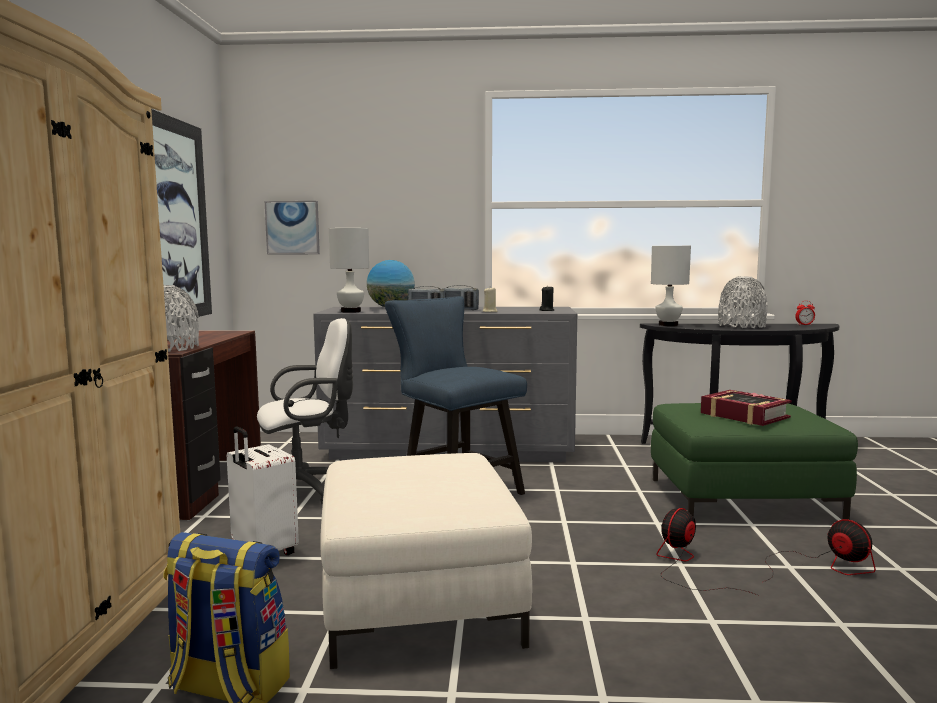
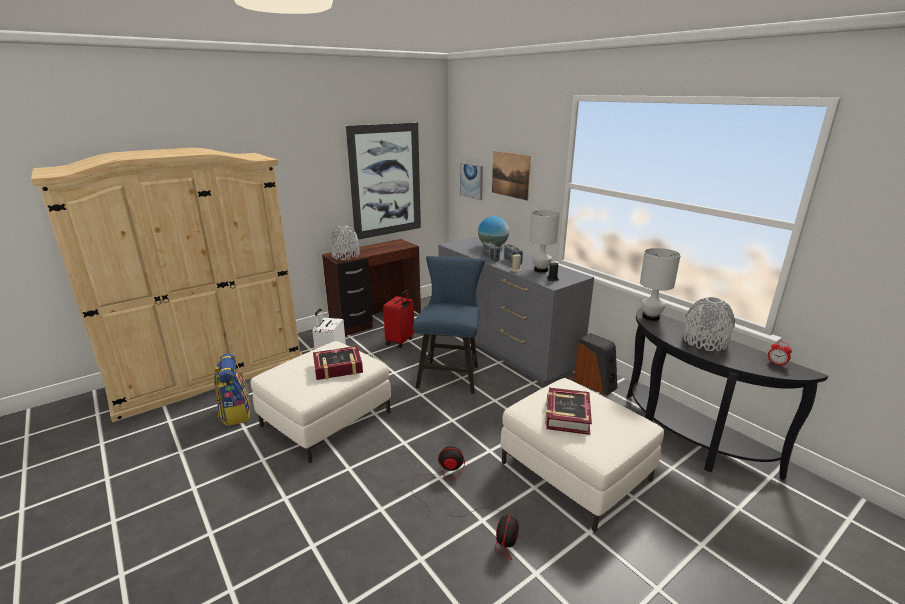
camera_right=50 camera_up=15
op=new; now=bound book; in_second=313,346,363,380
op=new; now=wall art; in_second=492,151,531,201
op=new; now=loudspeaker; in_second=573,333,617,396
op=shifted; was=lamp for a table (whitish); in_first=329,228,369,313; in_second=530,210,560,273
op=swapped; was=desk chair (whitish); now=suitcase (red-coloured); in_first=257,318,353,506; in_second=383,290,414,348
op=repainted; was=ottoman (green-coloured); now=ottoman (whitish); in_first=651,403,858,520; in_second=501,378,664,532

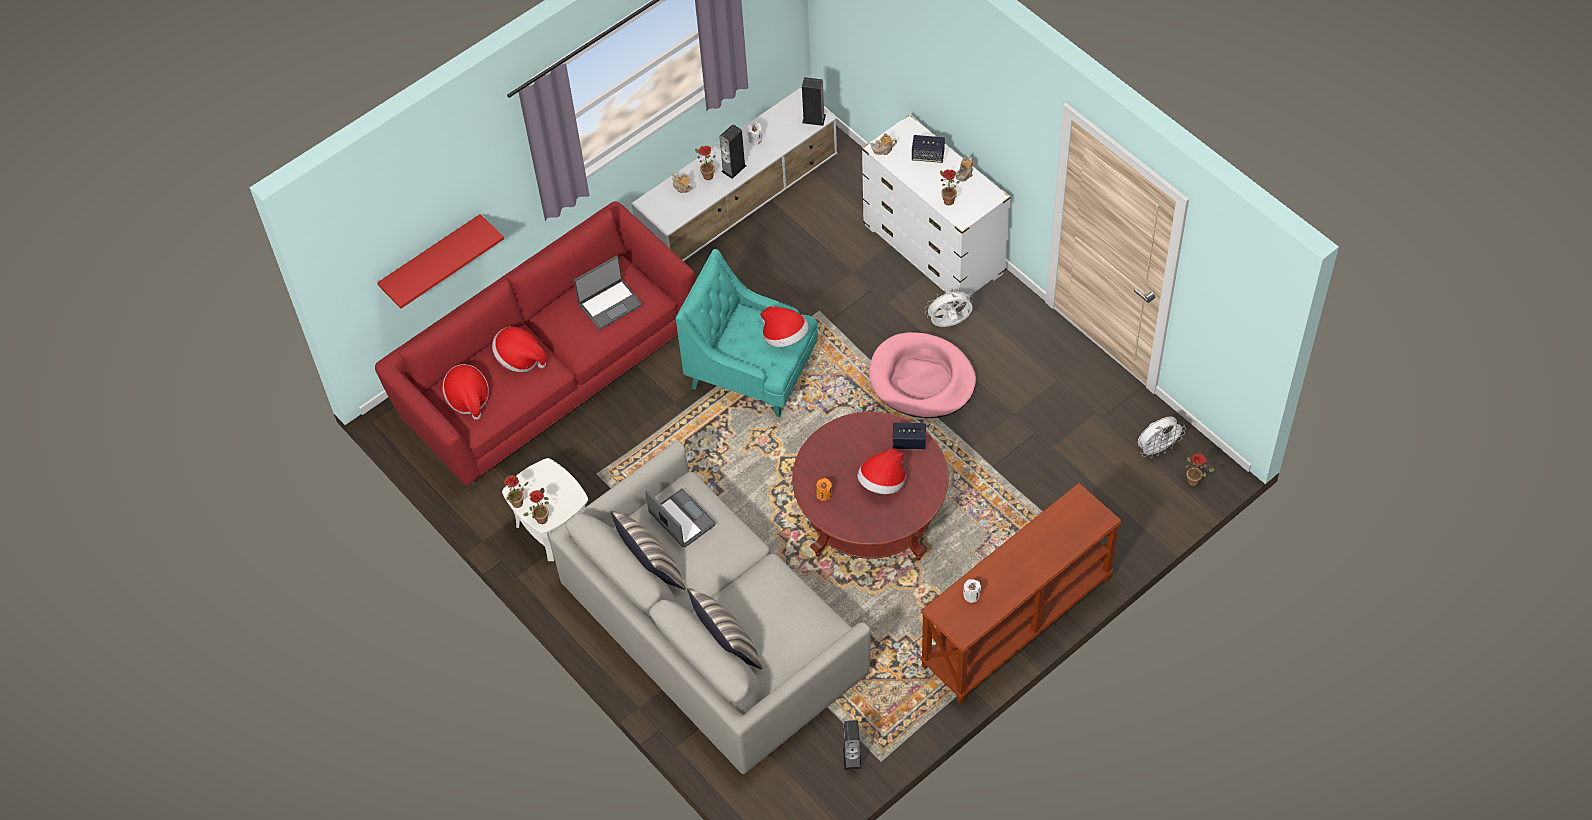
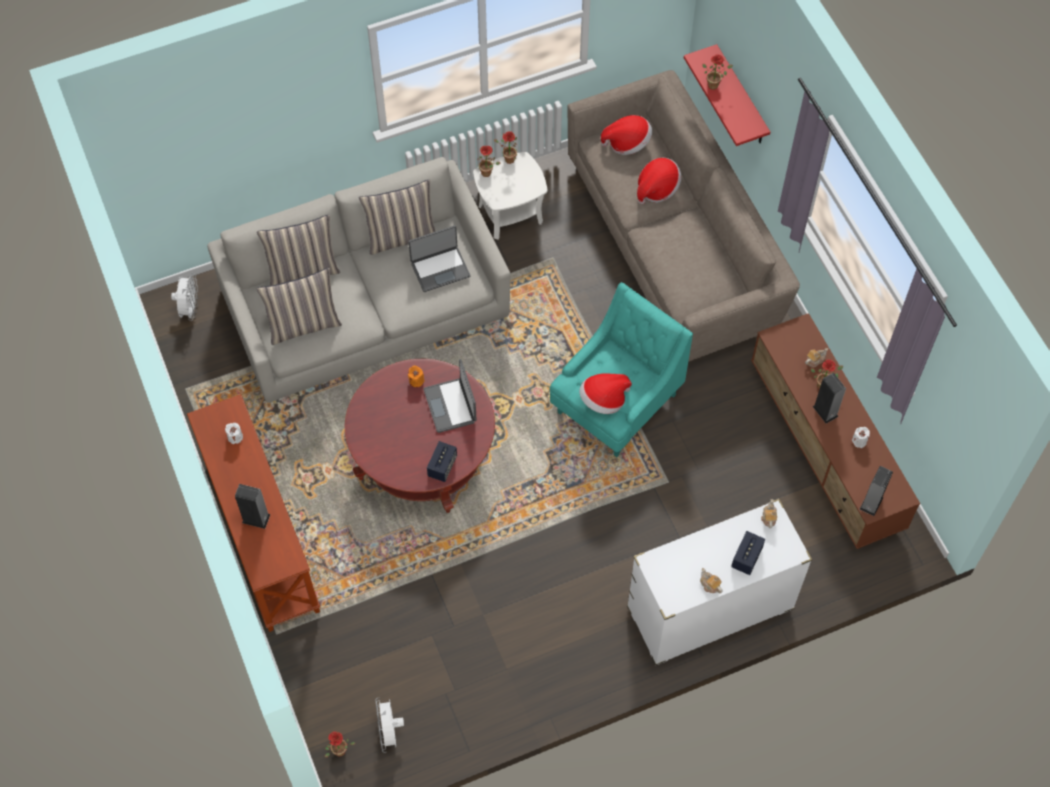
camera_right=105 camera_up=5
op=gone; was=wearable hat; in_first=857,449,905,494
op=gone; was=pet bed (pink-coloured); in_first=869,332,976,418
op=new; now=throw pillow; in_second=256,268,342,345
op=shifted; was=notebook computer; in_first=574,256,643,330; in_second=424,359,477,433
op=shifted; was=loudspeaker; in_first=843,720,862,770; in_second=235,484,271,529
op=shifted; was=cooling fan (whitish); in_first=925,288,973,327; in_second=171,273,198,321
op=shifted; was=potted plant; in_first=940,169,960,205; in_second=702,54,733,90
op=repainted; was=sofa (red-coloured); now=sofa (beige-coloured); in_first=375,201,695,486; in_second=567,70,800,362
op=repainted; was=media console (whitish); now=media console (brownish); in_first=631,88,837,261; in_second=751,313,920,549

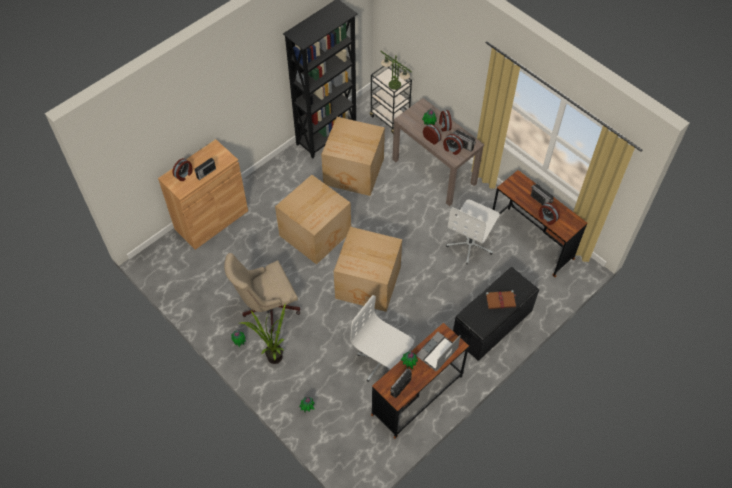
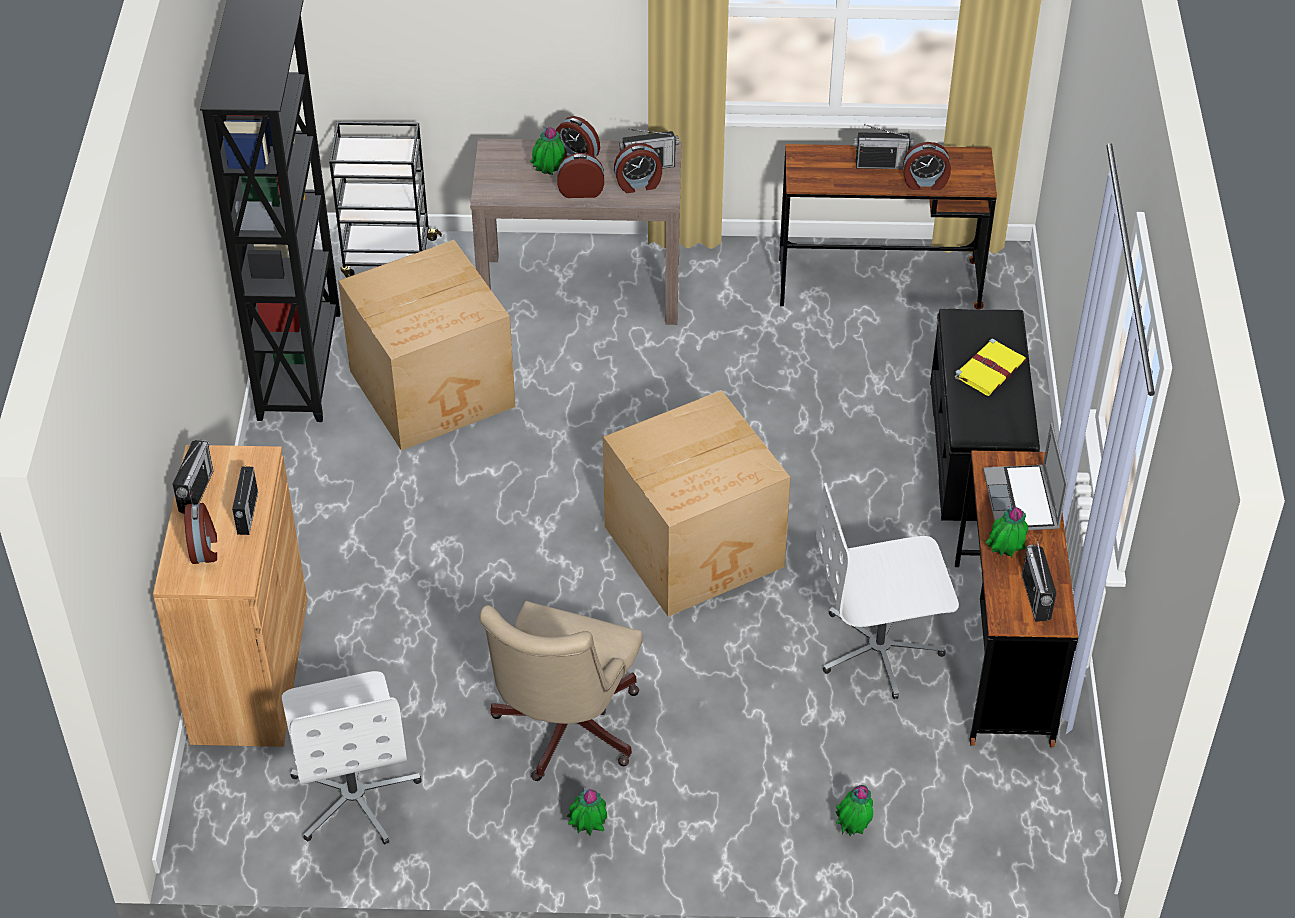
camera_right=-45 camera_up=-10
op=gone; was=potted plant; in_first=238,302,286,364
op=gone; was=packing box; in_first=275,175,351,264
op=gone; was=lamp for a table; in_first=380,51,411,90
op=new; now=radio receiver; in_second=172,439,213,514
op=shifted; was=desk chair (whitish); in_first=446,200,500,264; in_second=282,671,422,844
op=repainted; was=bound book (brownish); now=bound book (yellow); in_first=486,290,516,309; in_second=955,338,1026,396

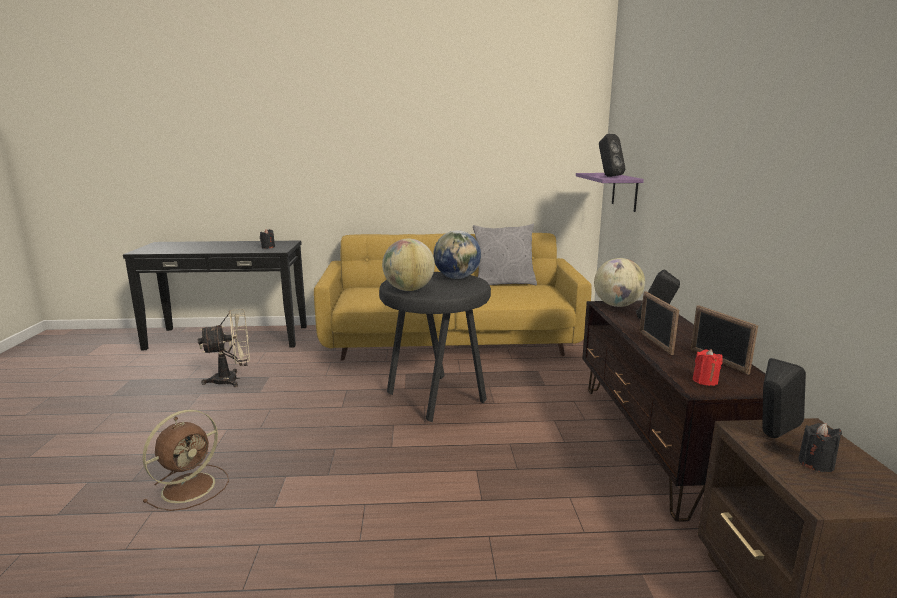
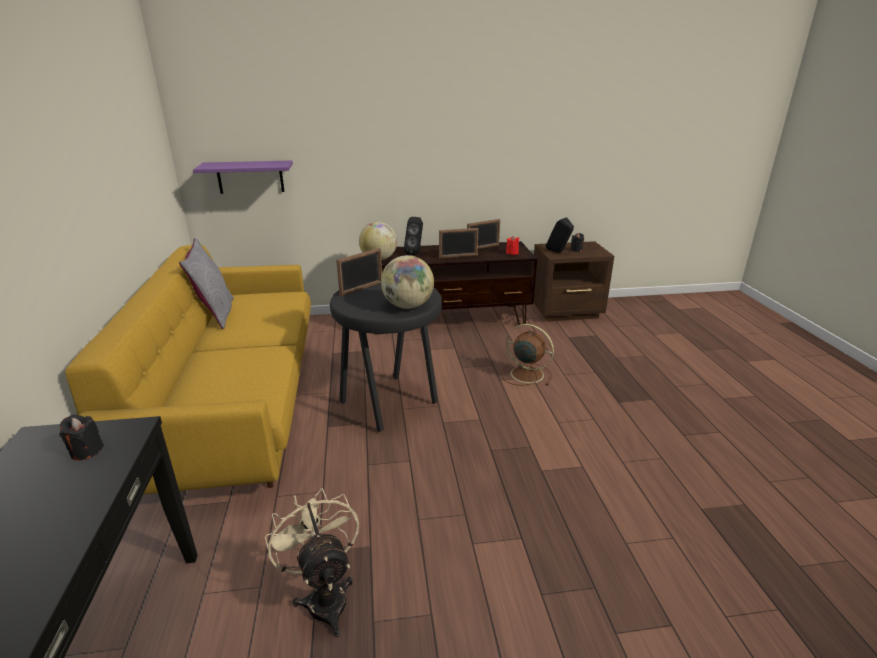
camera_right=-95 camera_up=10
op=gone; was=loudspeaker (black); in_first=599,134,625,177
op=shifted; was=cooling fan (brownish); in_first=142,410,229,511; in_second=501,324,554,386
op=swapped; was=desk globe; now=standing frame; in_first=433,230,481,279; in_second=336,248,382,296

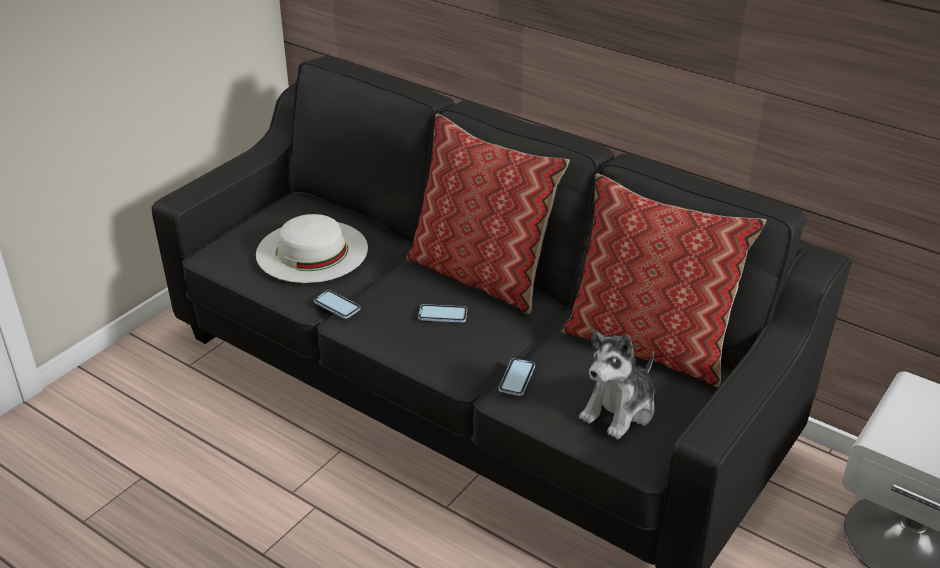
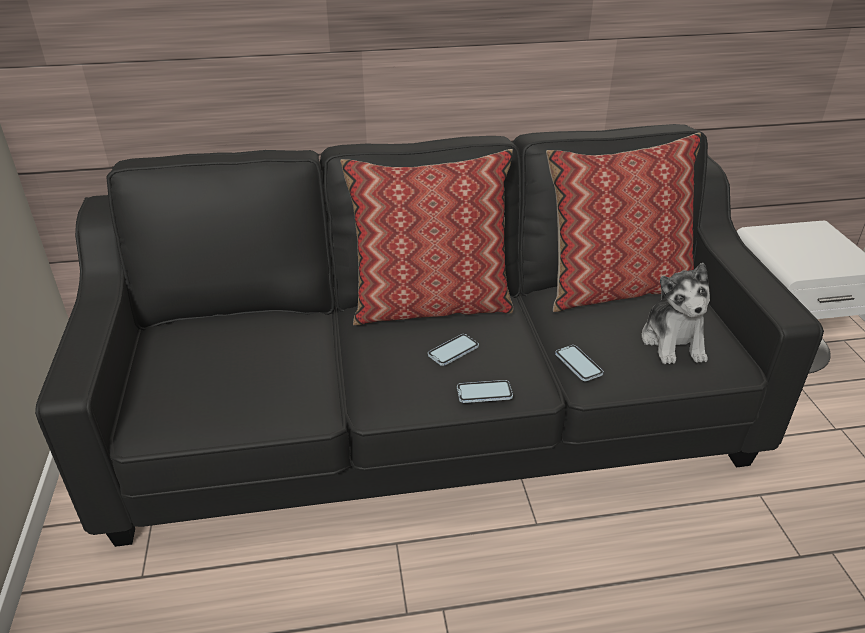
camera_right=-45 camera_up=0
op=gone; was=wearable hat (whitish); in_first=256,214,368,283
op=shifted; was=phone; in_first=314,290,361,319; in_second=457,380,513,403

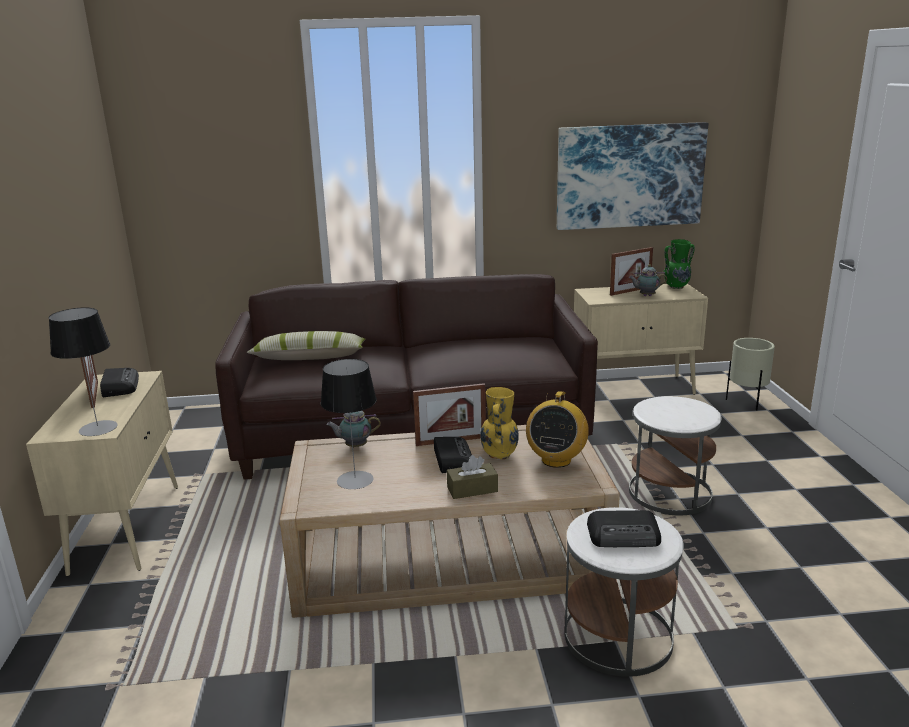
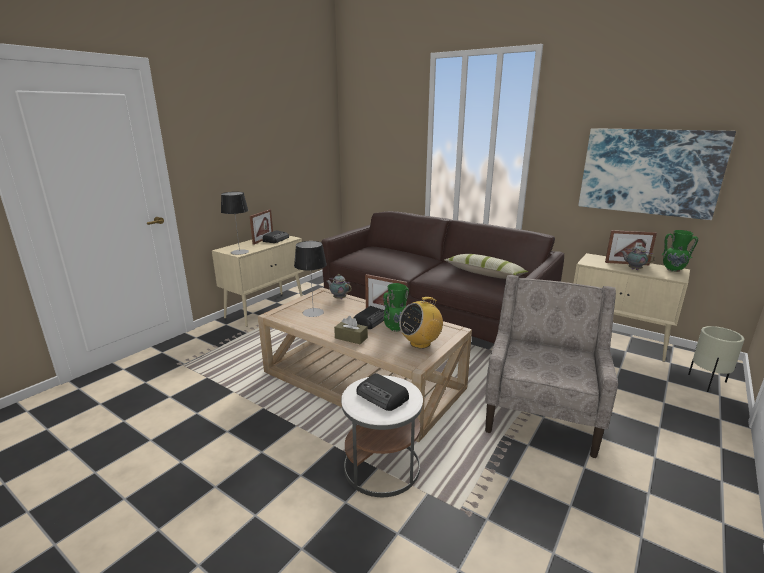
camera_right=40 camera_up=0
op=shifted; was=throw pillow; in_first=247,331,366,360; in_second=444,254,528,279
op=swapped; was=side table (whitish); now=easy chair (beige-coloured); in_first=629,396,722,515; in_second=485,275,618,458
op=repainted; was=decorative vase (yellow); now=decorative vase (green-coloured); in_first=480,387,519,460; in_second=383,283,409,332

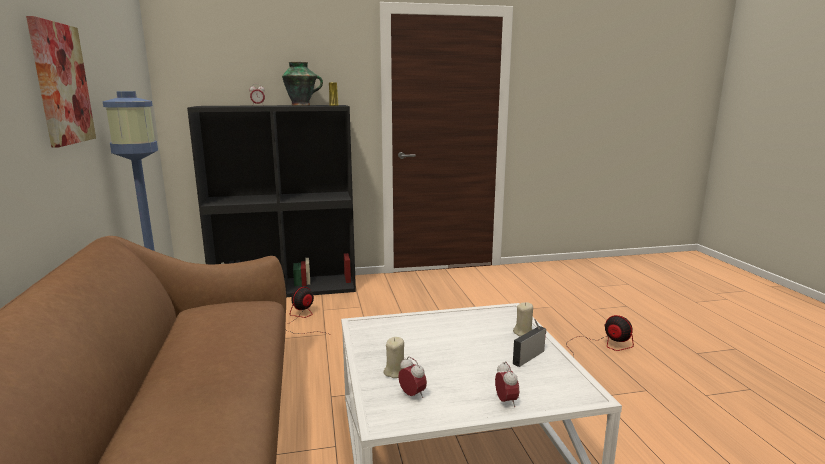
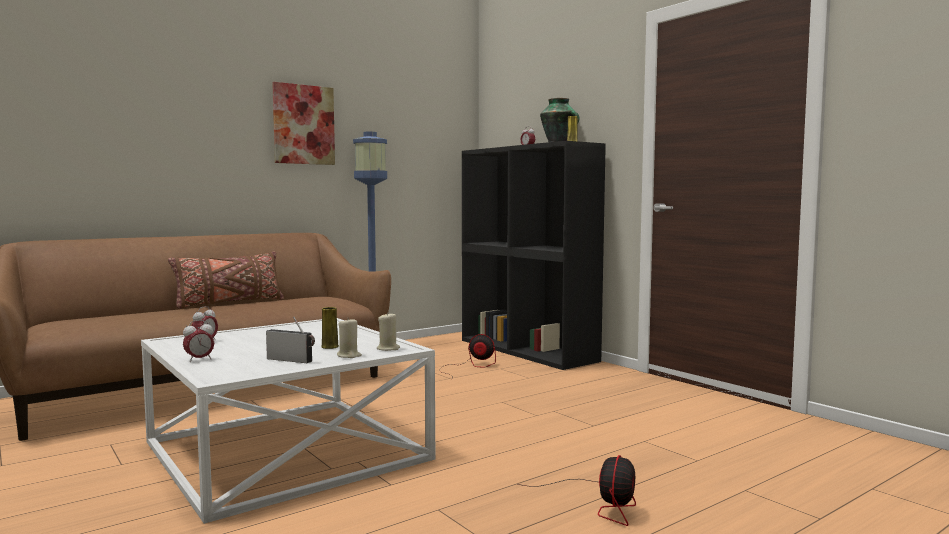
camera_right=65 camera_up=-10
op=new; now=throw pillow (brownish); in_second=168,252,284,309
op=new; now=decorative vase (yellow); in_second=321,307,339,349
op=shifted; was=wax light (beige-coloured); in_first=383,337,404,378; in_second=377,312,400,351

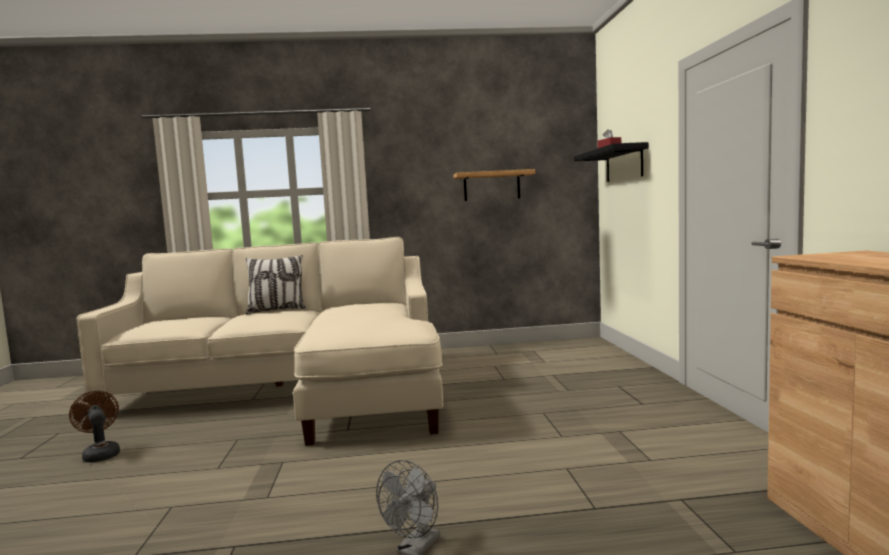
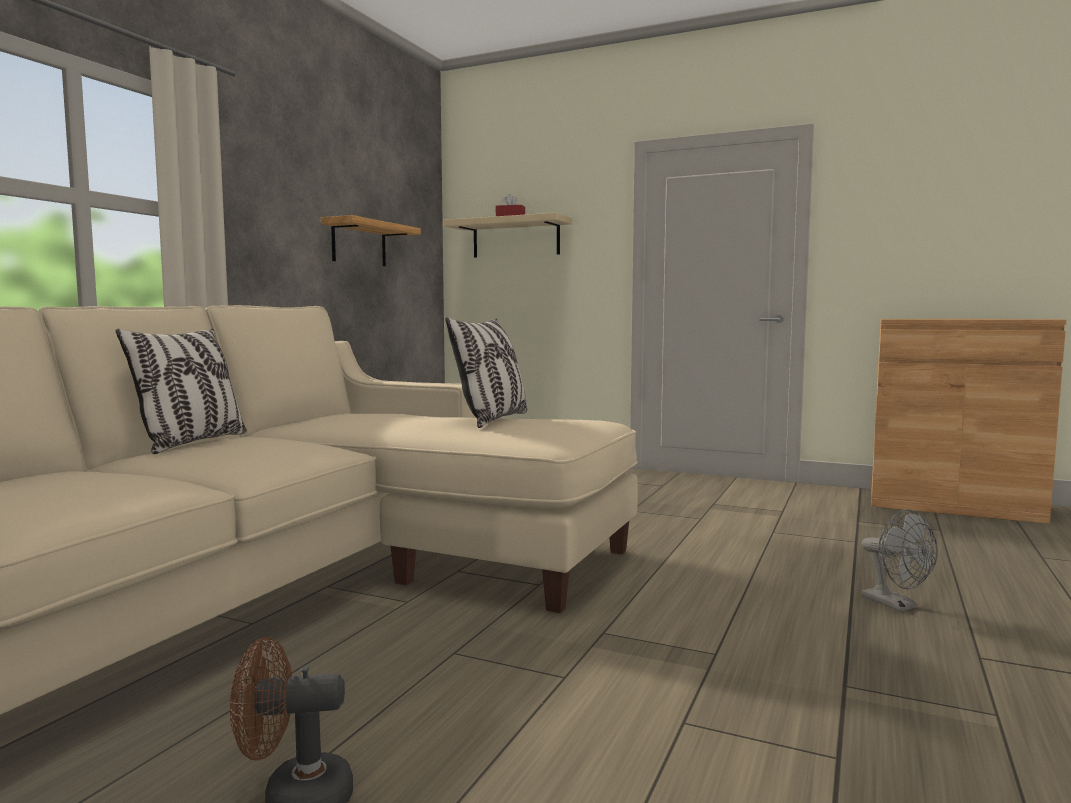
camera_right=-60 camera_up=0
op=new; now=throw pillow; in_second=445,317,527,428
op=repainted; was=bracket shelf (black); now=bracket shelf (beige-coloured); in_first=574,142,649,182; in_second=443,213,572,258

